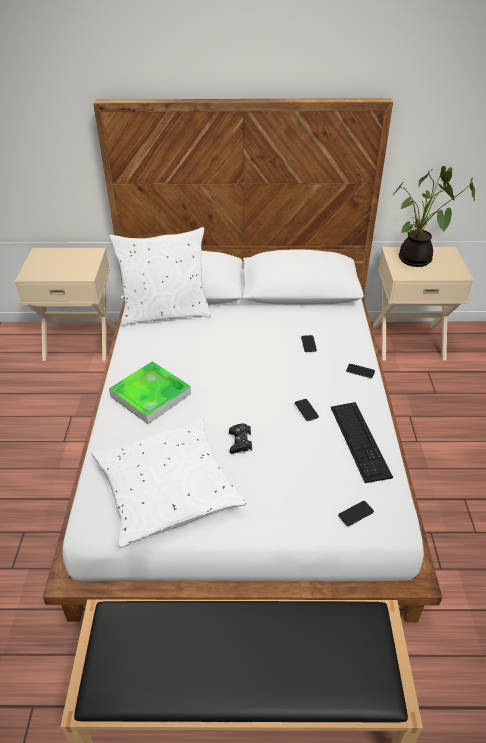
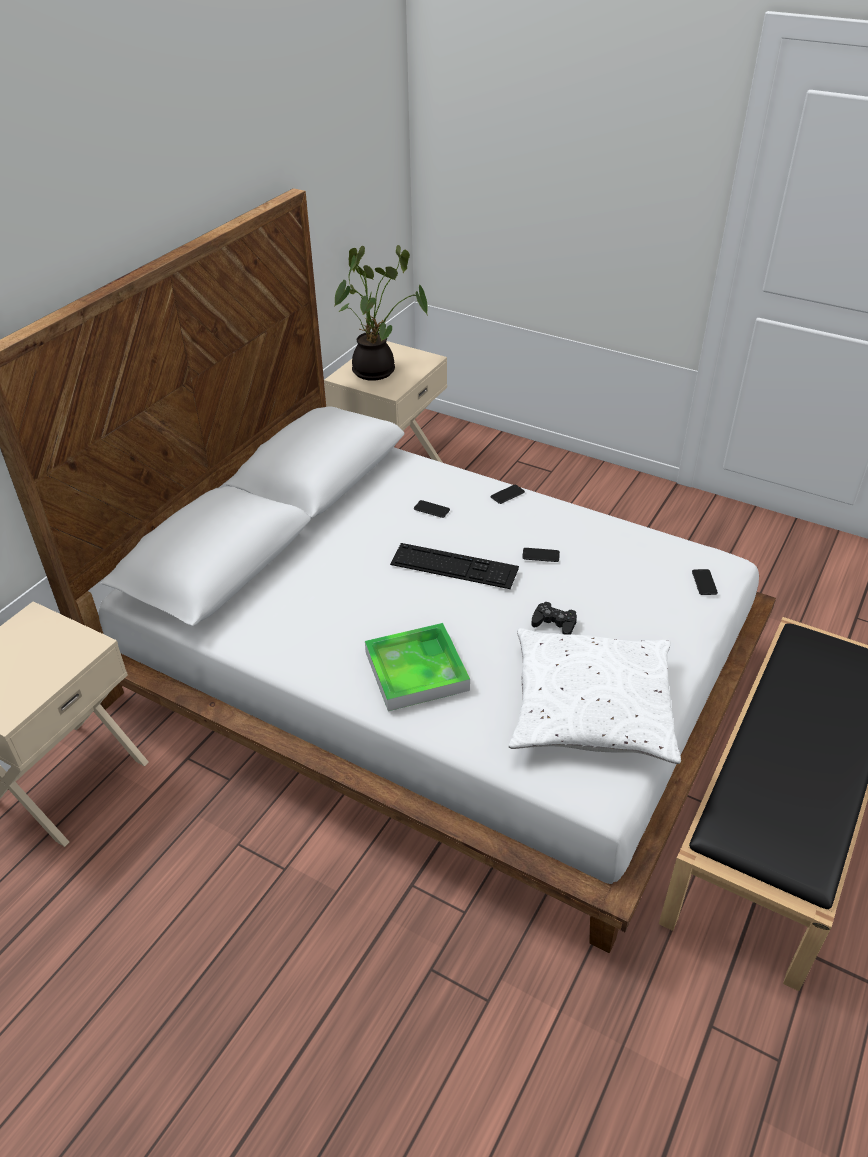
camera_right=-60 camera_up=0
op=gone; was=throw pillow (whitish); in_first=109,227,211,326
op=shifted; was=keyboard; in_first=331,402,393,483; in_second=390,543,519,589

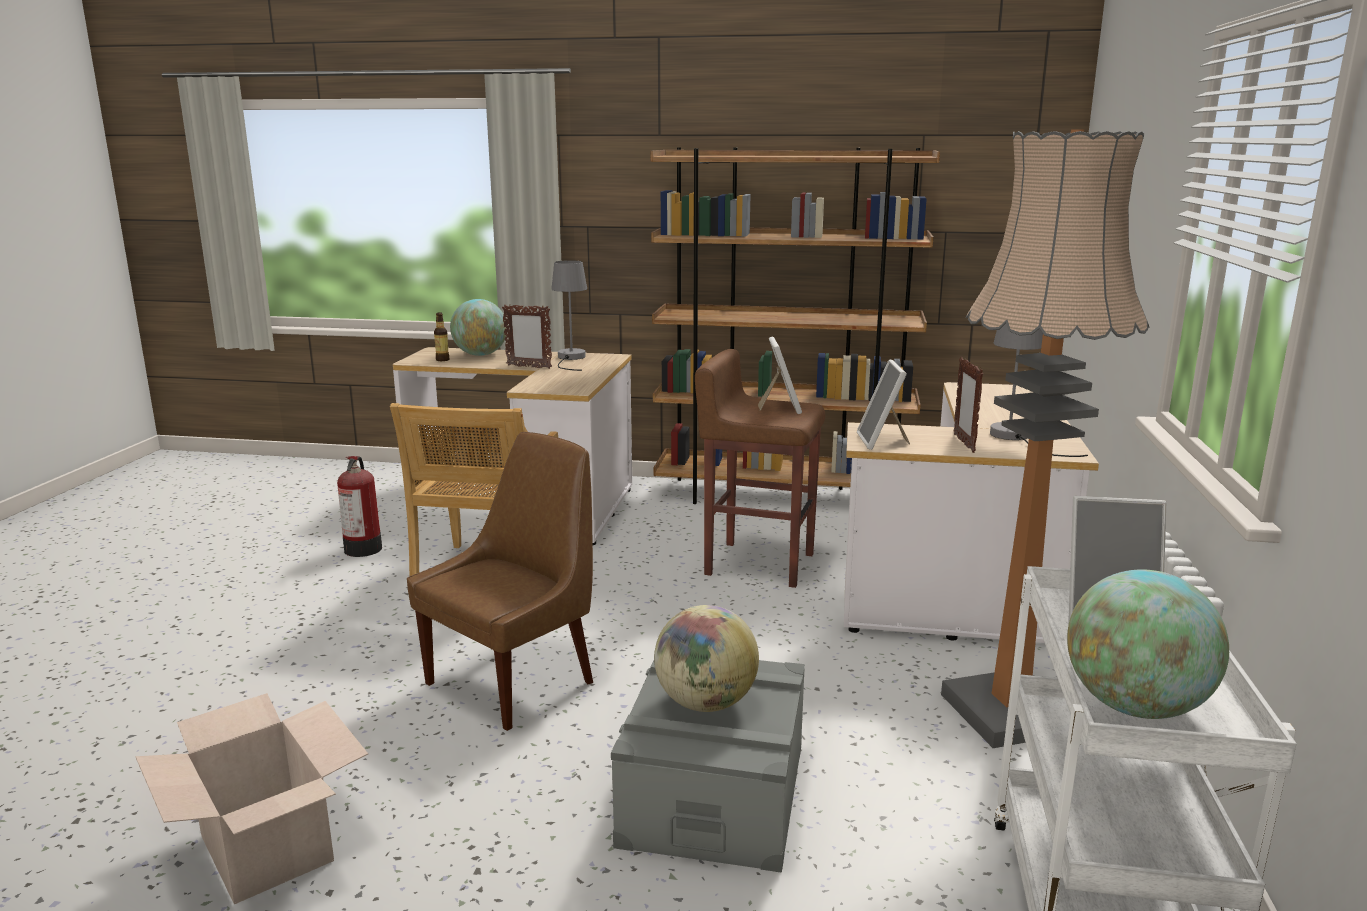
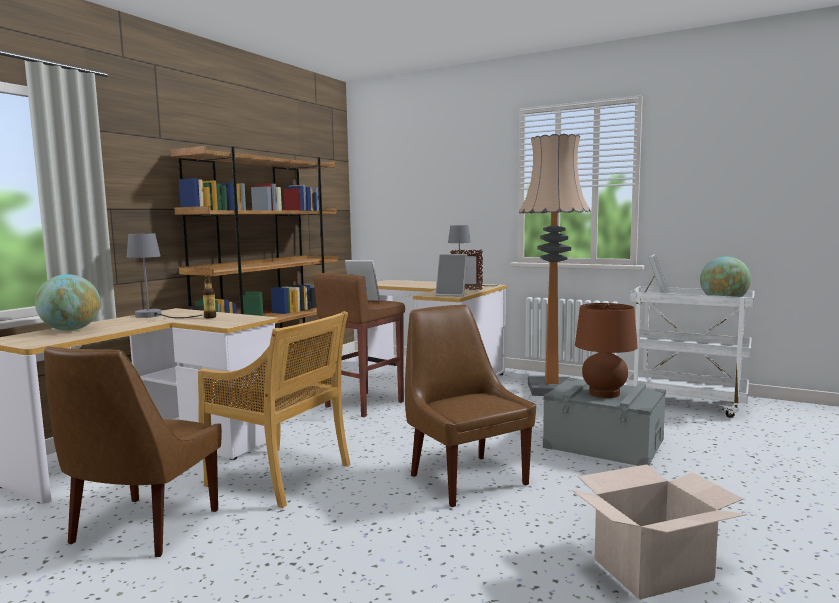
camera_right=-70 camera_up=-10
op=gone; was=standing frame; in_first=502,305,552,369
op=shifted; was=bottle; in_first=434,312,450,361; in_second=202,275,216,318
op=swapped; was=fire extinguisher; now=chair (brownish); in_first=337,456,382,557; in_second=44,347,222,557
op=swapped; was=desk globe; now=lamp for a table (brownish); in_first=654,605,759,712; in_second=575,303,638,398

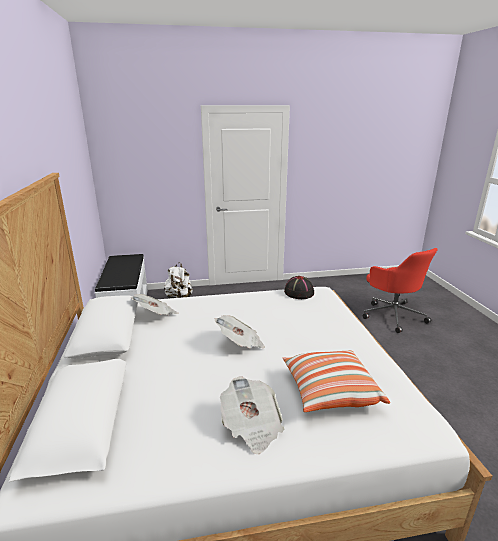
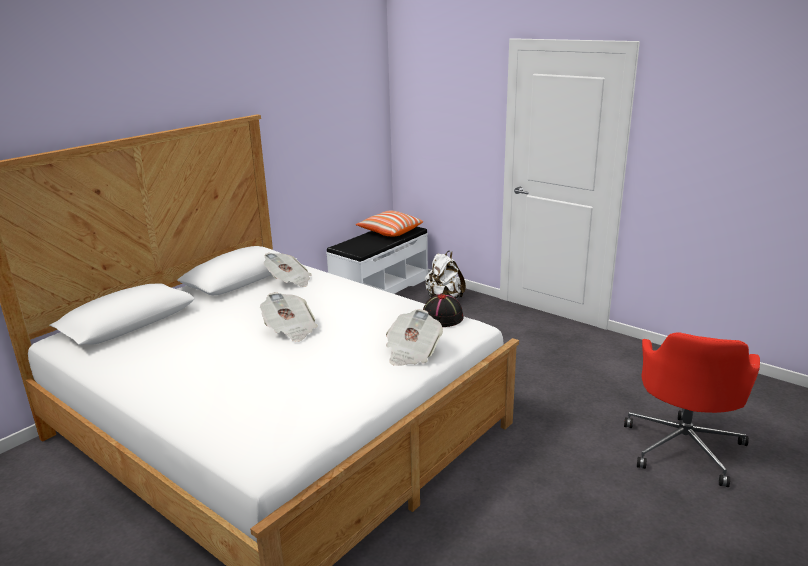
camera_right=50 camera_up=0
op=shifted; was=daily paper; in_first=220,376,285,455; in_second=386,309,443,366
op=shifted; was=throw pillow; in_first=283,350,390,412; in_second=356,210,423,236

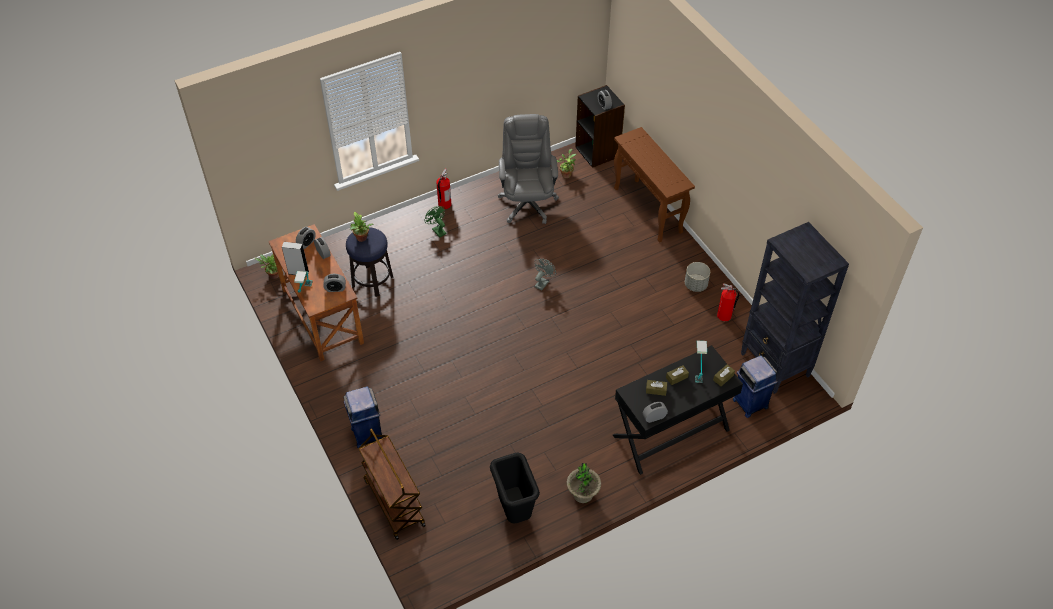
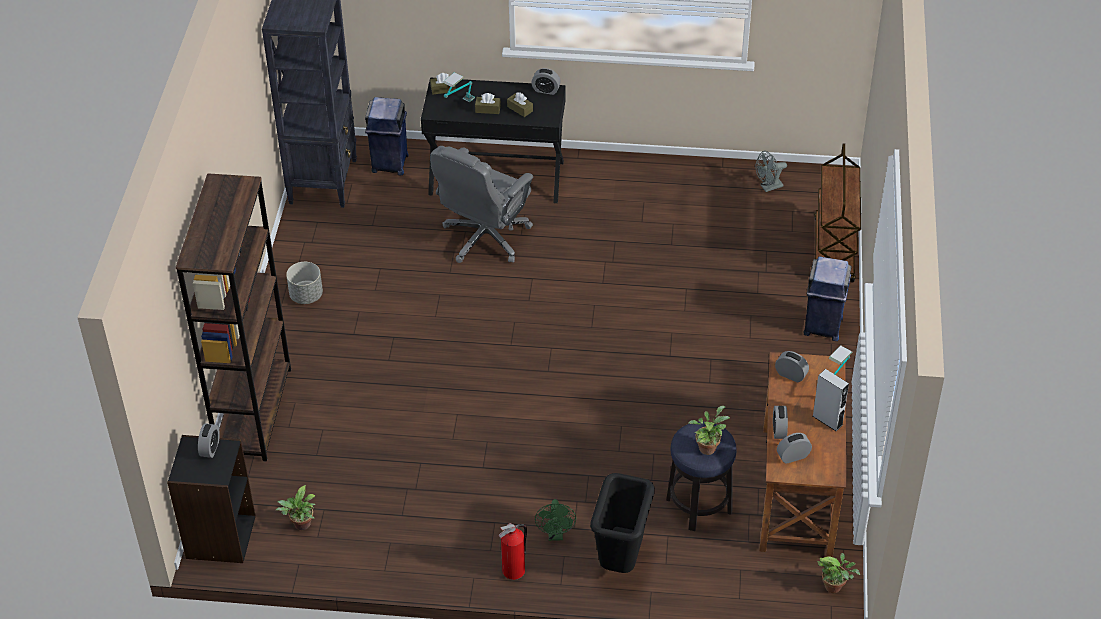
camera_right=-145 camera_up=-5
op=gone; was=potted plant; in_first=567,463,601,503
op=gone; was=fire extinguisher; in_first=717,283,740,321
op=shifted; was=rubbish bin (black); in_first=490,452,540,523; in_second=590,473,655,573
op=shifted; was=desk chair (greyish); in_first=498,114,559,224; in_second=430,146,533,263
op=shifted; was=cooling fan (greyish); in_first=534,259,556,291; in_second=756,151,787,192
op=swapped; was=hall table (brownish); now=shelving unit (brownish); in_first=614,127,695,242; in_second=176,173,291,461

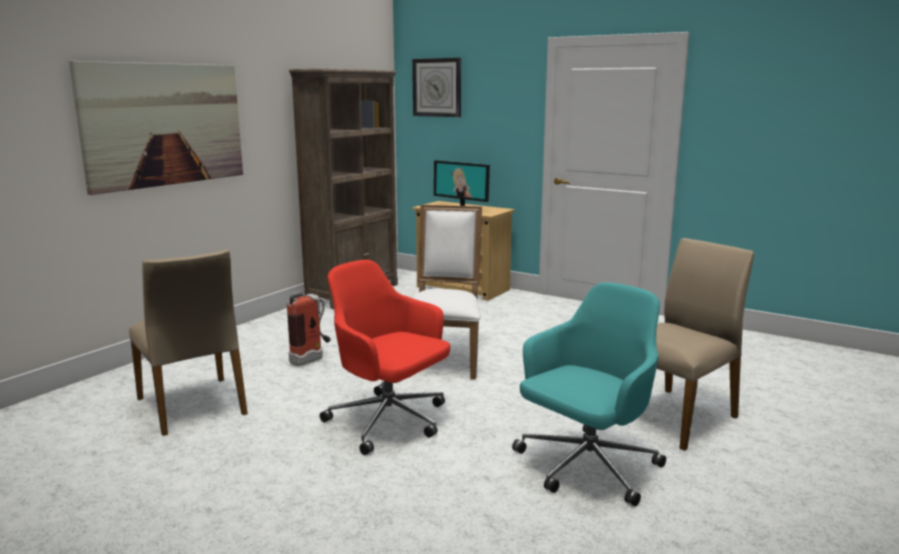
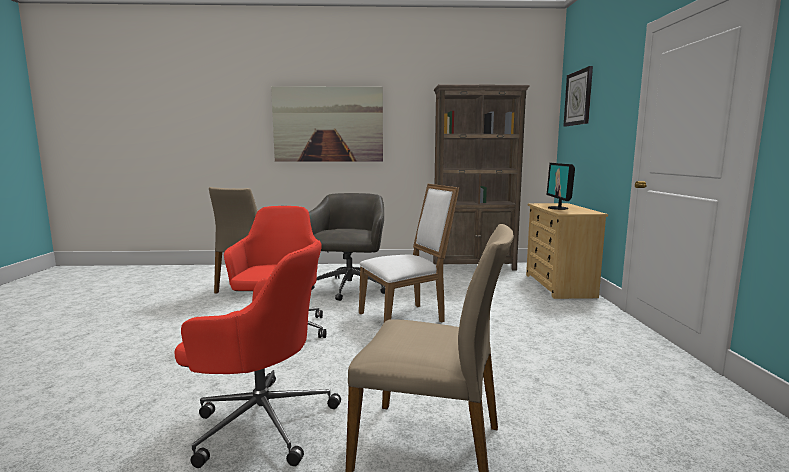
camera_right=55 camera_up=-5
op=swapped; was=fire extinguisher; now=desk chair (greyish); in_first=287,289,331,366; in_second=309,193,385,301
op=repainted; was=desk chair (blue-green); now=desk chair (red-coloured); in_first=512,282,666,506; in_second=174,240,341,468

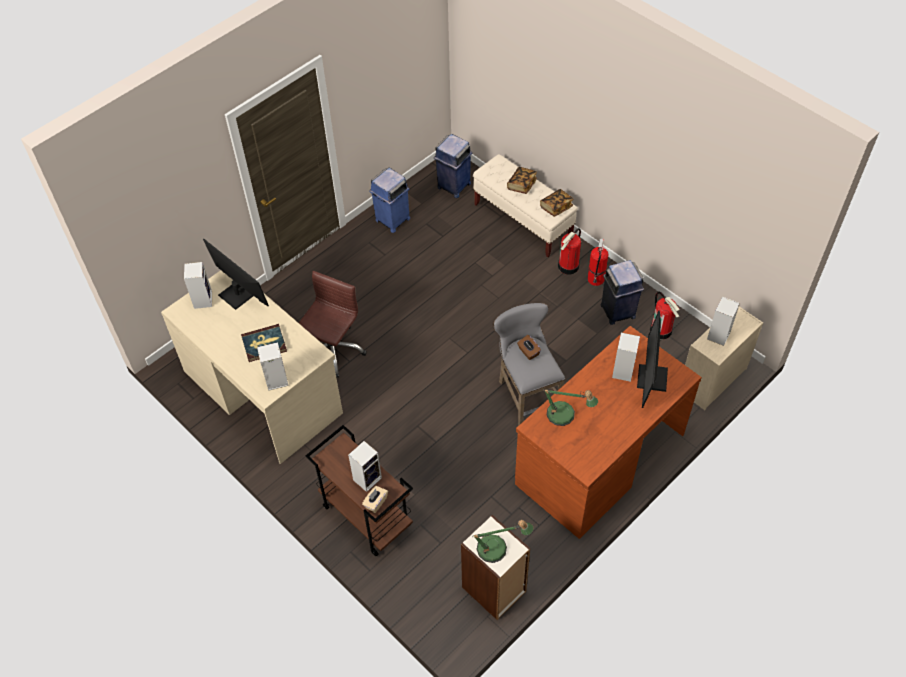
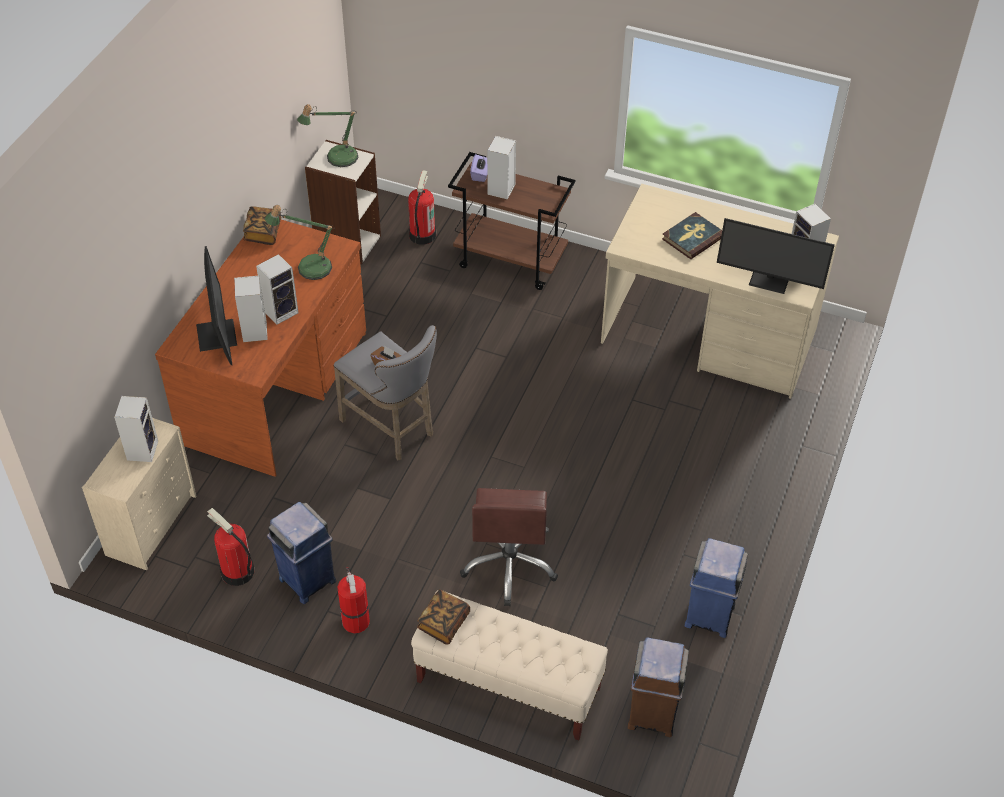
camera_right=155 camera_up=-5
op=shifted; was=loudspeaker; in_first=257,342,289,391; in_second=256,254,299,325
op=shifted; was=desk chair (brownish); in_first=299,271,367,378; in_second=460,488,558,606
op=shifted; was=bound book; in_first=507,167,537,194; in_second=243,206,281,245
op=shifted; was=fire extinguisher; in_first=558,228,581,275; in_second=408,170,436,245
op=repainted; was=box of tissues (beige-coloured); now=box of tissues (purple); in_first=362,486,388,513; in_second=470,154,487,182
op=repainted; was=rubbish bin (blue); now=rubbish bin (brownish); in_first=434,134,472,198; in_second=628,637,689,737

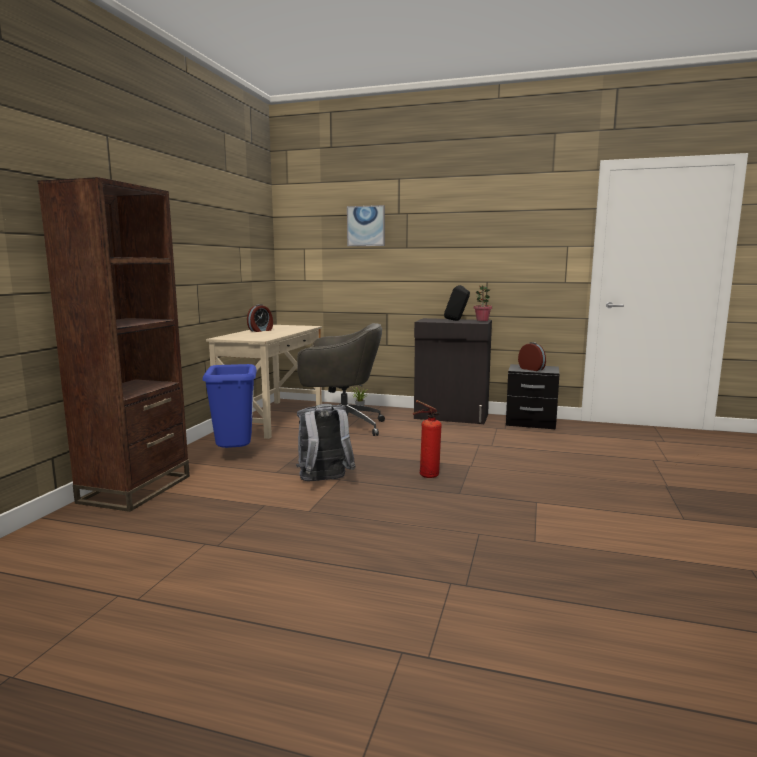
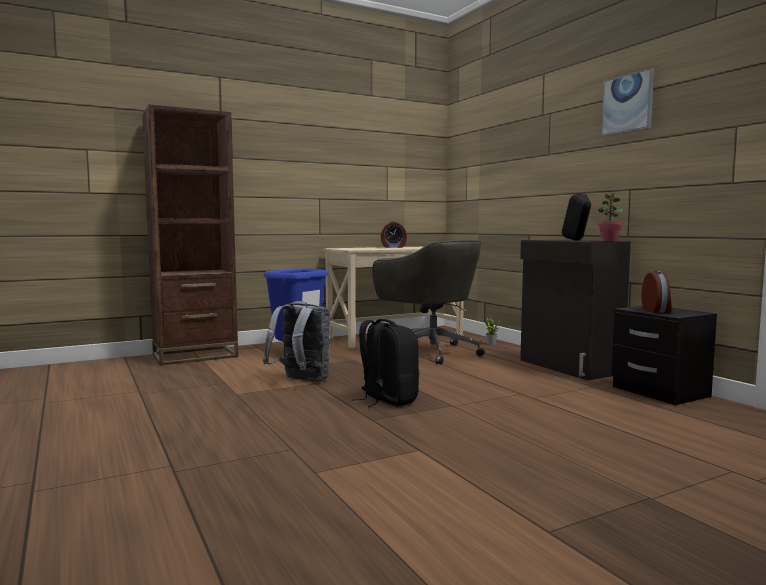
camera_right=45 camera_up=-5
op=shifted; was=wall art; in_first=347,205,385,246; in_second=601,68,654,136
op=swapped; was=fire extinguisher; now=rucksack (black); in_first=413,400,442,478; in_second=353,319,419,407

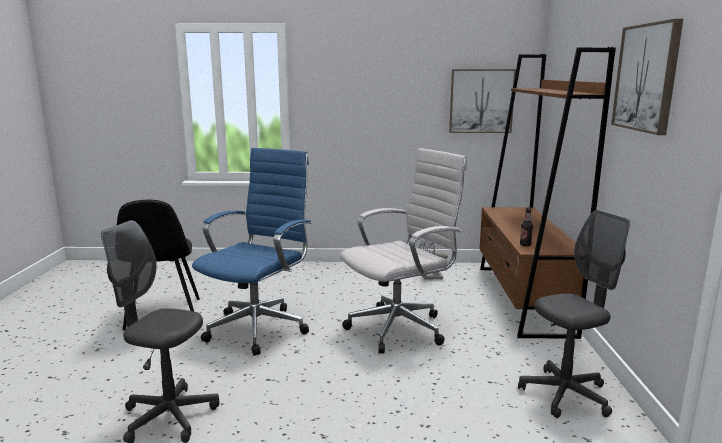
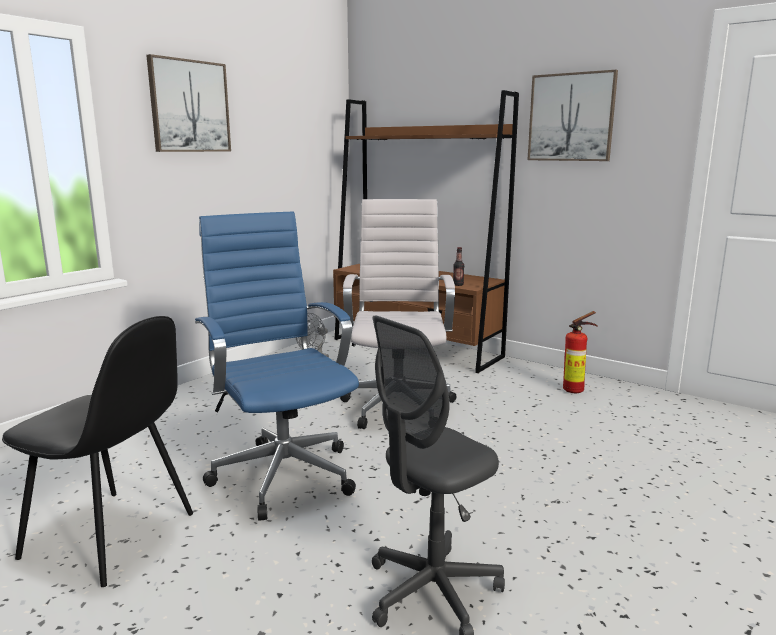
camera_right=-55 camera_up=0
op=shifted; was=wall art; in_first=449,69,516,133; in_second=146,54,231,152
op=swapped; was=desk chair (greyish); now=fire extinguisher; in_first=518,210,630,418; in_second=563,311,598,393

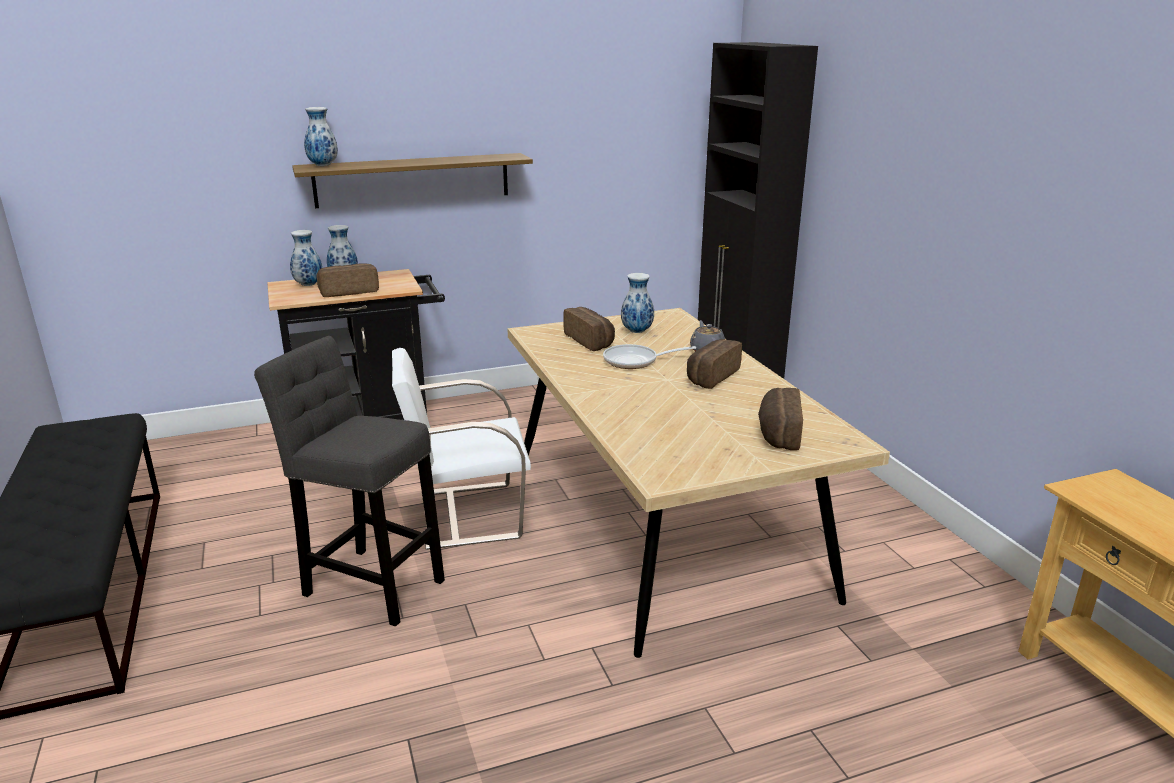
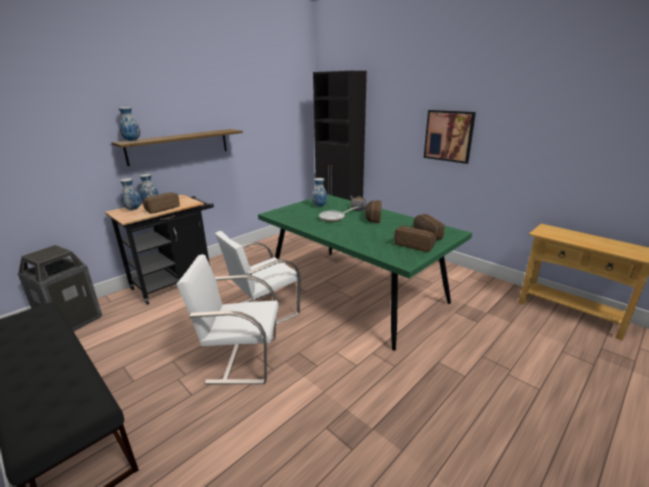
camera_right=-25 camera_up=0
op=new; now=rubbish bin; in_second=18,245,102,331
op=new; now=wall art; in_second=424,110,476,164
op=shifted; was=bread; in_first=563,307,615,351; in_second=394,226,436,252
op=swapped; was=stool seat (greyish); now=chair (whitish); in_first=254,336,445,626; in_second=177,254,279,384
op=repainted; was=dinner table (beige-coloured); now=dinner table (green-coloured); in_first=507,308,890,658; in_second=258,194,472,351

